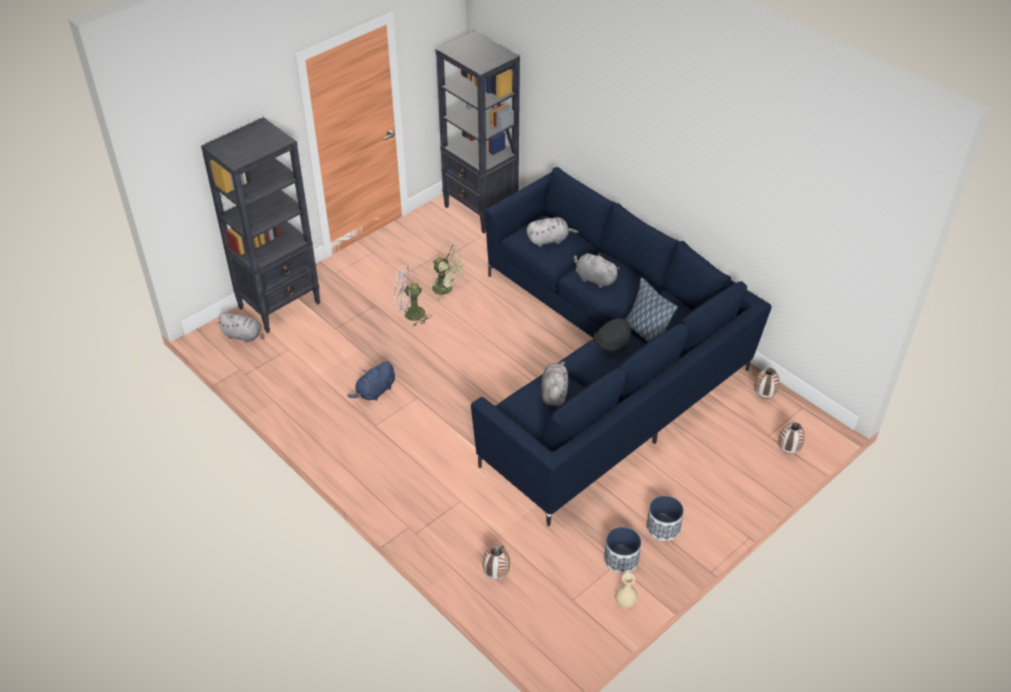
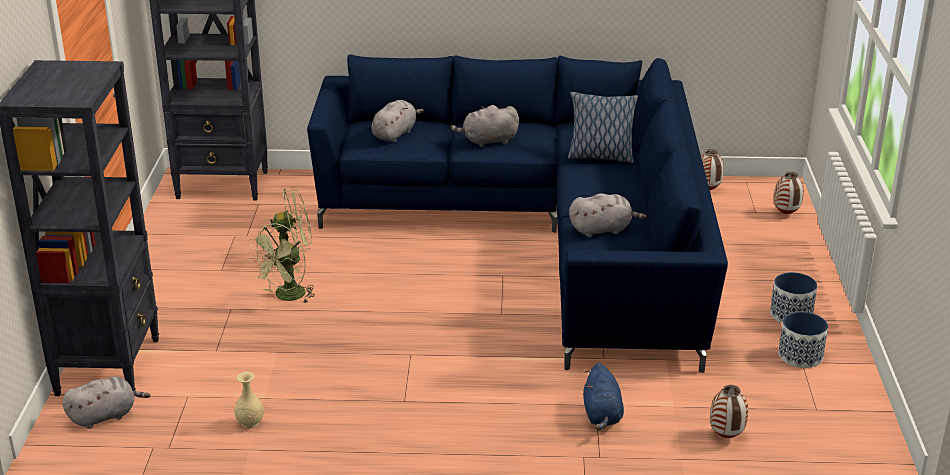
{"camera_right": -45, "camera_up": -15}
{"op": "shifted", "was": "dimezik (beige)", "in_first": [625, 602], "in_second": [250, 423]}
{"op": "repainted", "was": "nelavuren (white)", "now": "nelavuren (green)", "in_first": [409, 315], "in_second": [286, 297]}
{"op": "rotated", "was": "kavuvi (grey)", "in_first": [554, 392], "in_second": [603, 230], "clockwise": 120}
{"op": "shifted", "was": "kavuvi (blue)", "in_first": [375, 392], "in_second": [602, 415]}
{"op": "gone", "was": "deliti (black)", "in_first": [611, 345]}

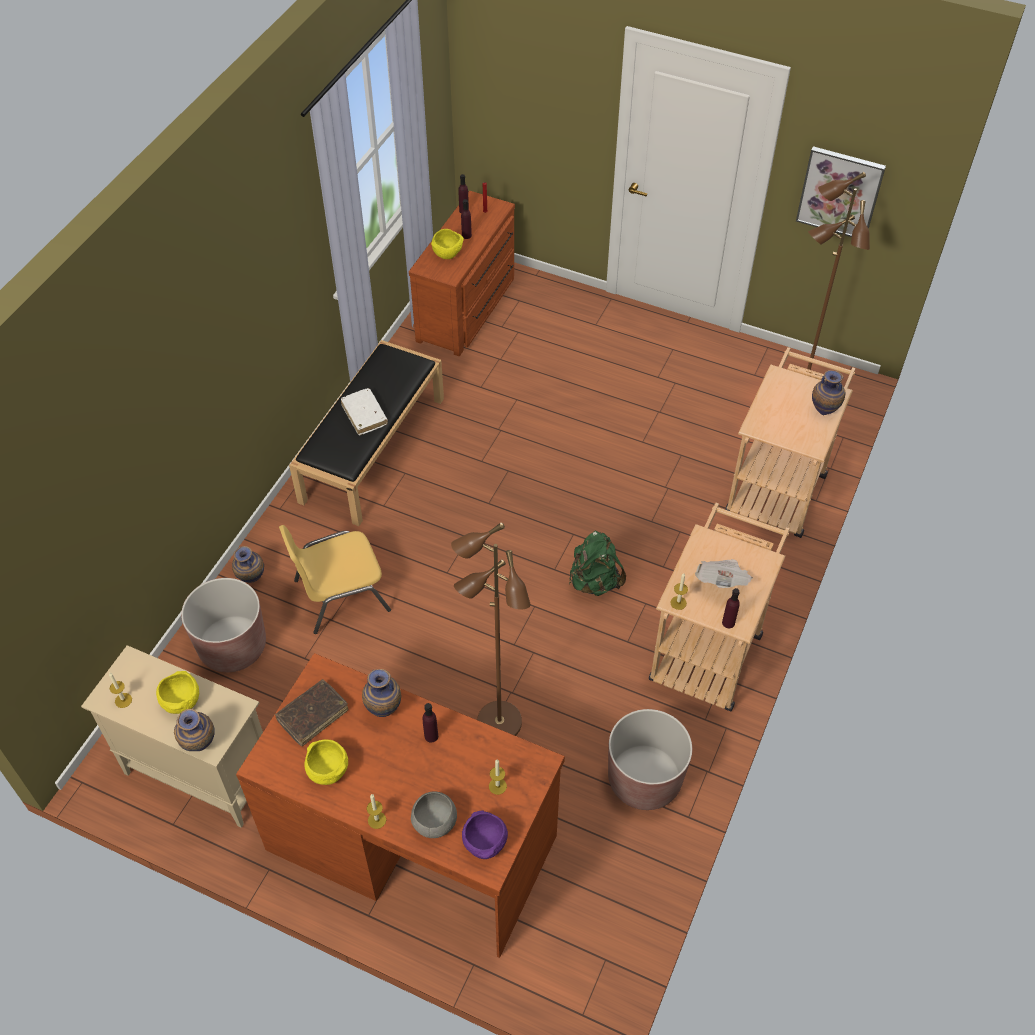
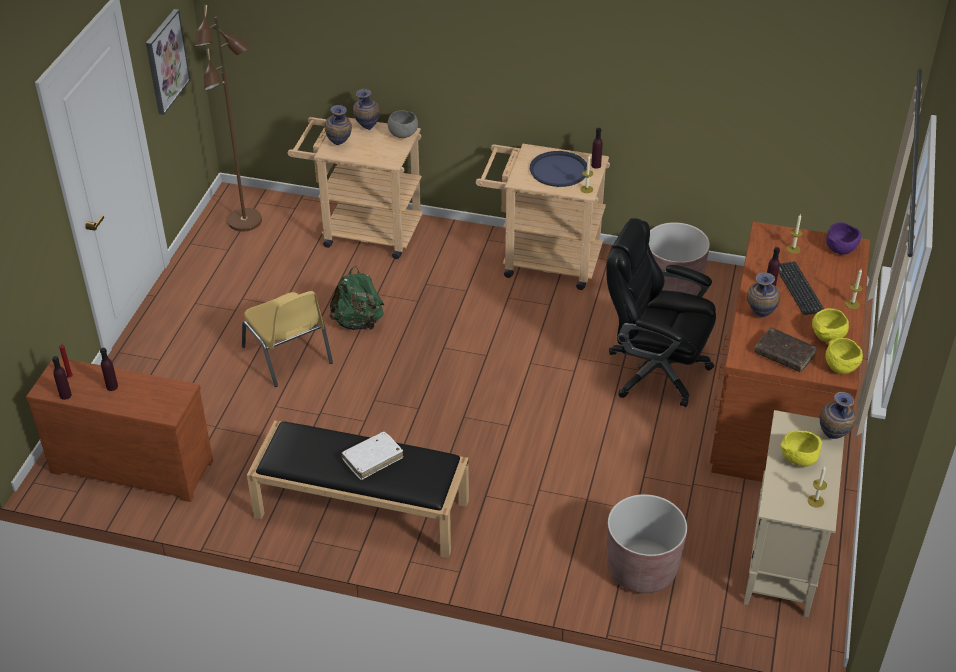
{"camera_right": -100, "camera_up": -10}
{"op": "shifted", "was": "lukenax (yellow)", "in_first": [340, 595], "in_second": [288, 355]}
{"op": "shifted", "was": "dimezik", "in_first": [251, 580], "in_second": [339, 145]}
{"op": "shifted", "was": "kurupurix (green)", "in_first": [595, 581], "in_second": [358, 322]}
{"op": "shifted", "was": "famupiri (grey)", "in_first": [435, 823], "in_second": [403, 134]}
{"op": "swapped", "was": "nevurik", "now": "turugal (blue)", "in_first": [722, 581], "in_second": [559, 170]}
{"op": "swapped", "was": "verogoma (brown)", "now": "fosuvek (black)", "in_first": [498, 723], "in_second": [654, 370]}
{"op": "new", "now": "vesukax", "in_second": [799, 288]}
{"op": "shifted", "was": "famupiri (yellow)", "in_first": [448, 254], "in_second": [839, 367]}

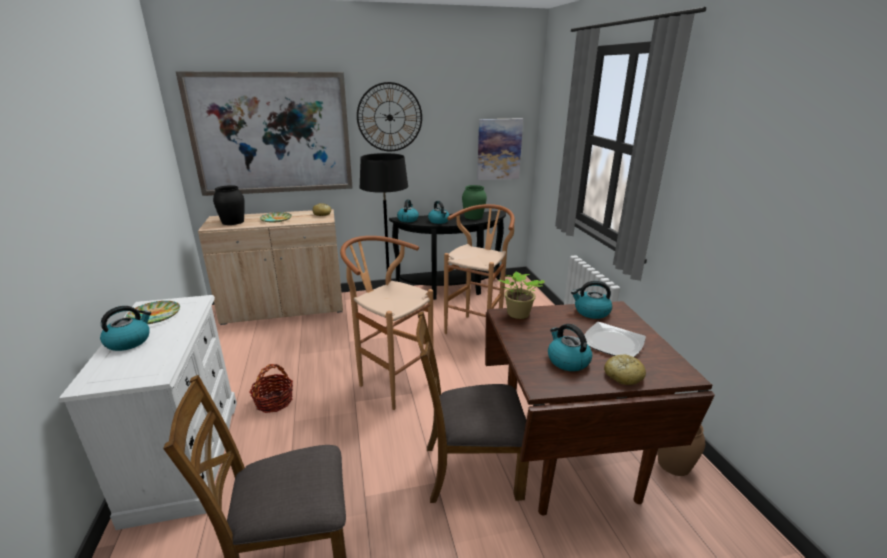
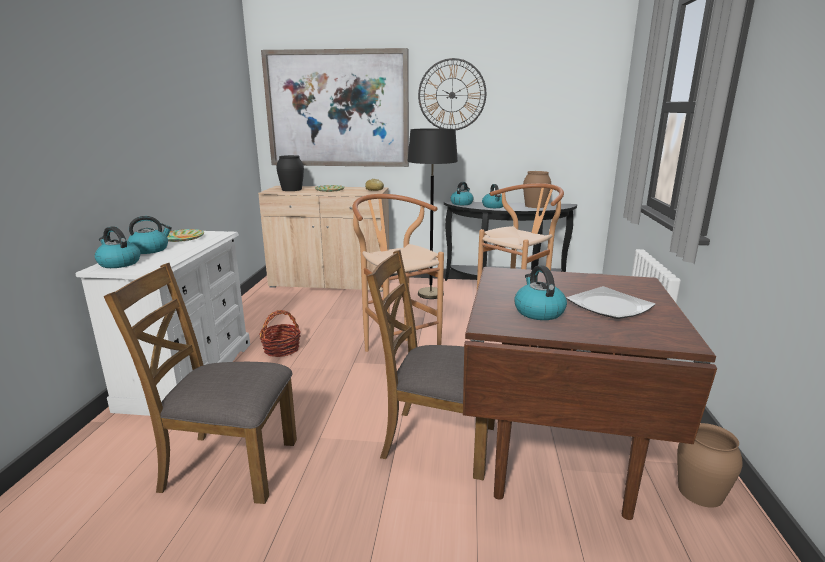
{"camera_right": 20, "camera_up": -5}
{"op": "shifted", "was": "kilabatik", "in_first": [591, 312], "in_second": [119, 263]}
{"op": "repainted", "was": "dimezik (green)", "now": "dimezik (brown)", "in_first": [473, 217], "in_second": [535, 206]}
{"op": "gone", "was": "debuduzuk", "in_first": [499, 149]}
{"op": "gone", "was": "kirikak", "in_first": [517, 314]}
{"op": "gone", "was": "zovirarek", "in_first": [623, 376]}

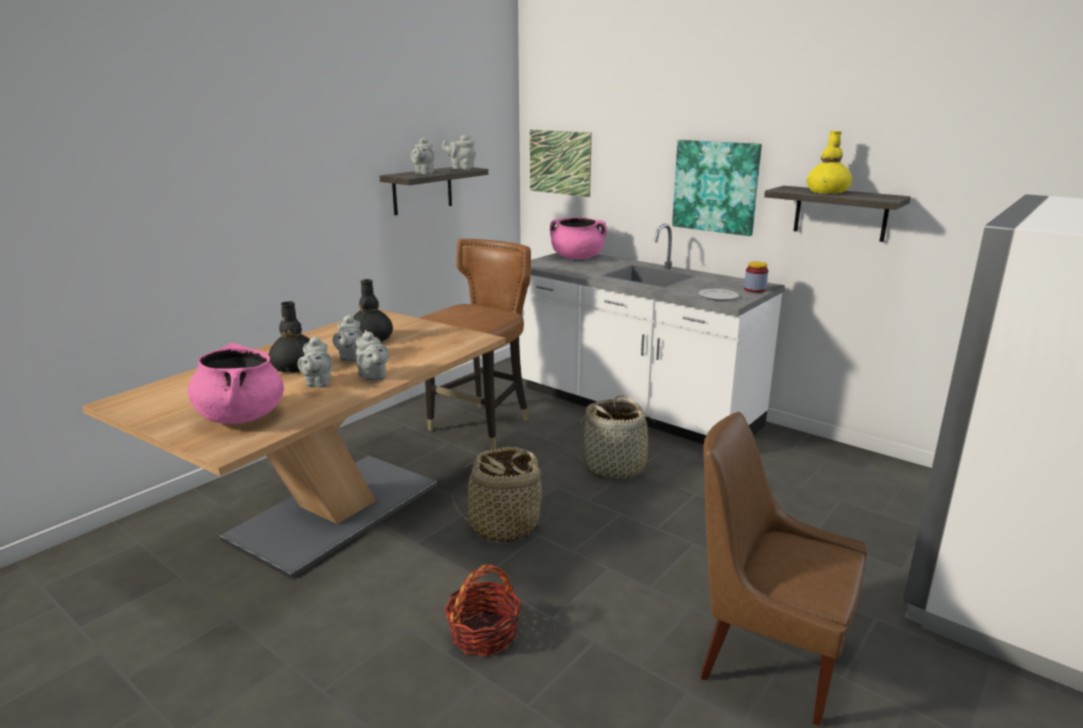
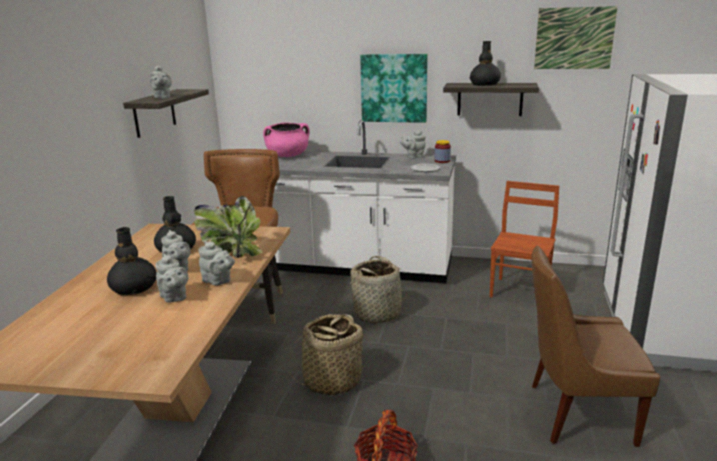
{"camera_right": -25, "camera_up": 0}
{"op": "new", "now": "kirikak", "in_second": [233, 253]}
{"op": "shifted", "was": "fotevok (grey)", "in_first": [461, 168], "in_second": [413, 157]}
{"op": "repainted", "was": "dimezik (yellow)", "now": "dimezik (black)", "in_first": [827, 192], "in_second": [484, 84]}
{"op": "new", "now": "lukenax (brown)", "in_second": [520, 291]}
{"op": "shifted", "was": "debuduzuk", "in_first": [560, 162], "in_second": [574, 38]}
{"op": "gone", "was": "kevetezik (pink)", "in_first": [241, 416]}

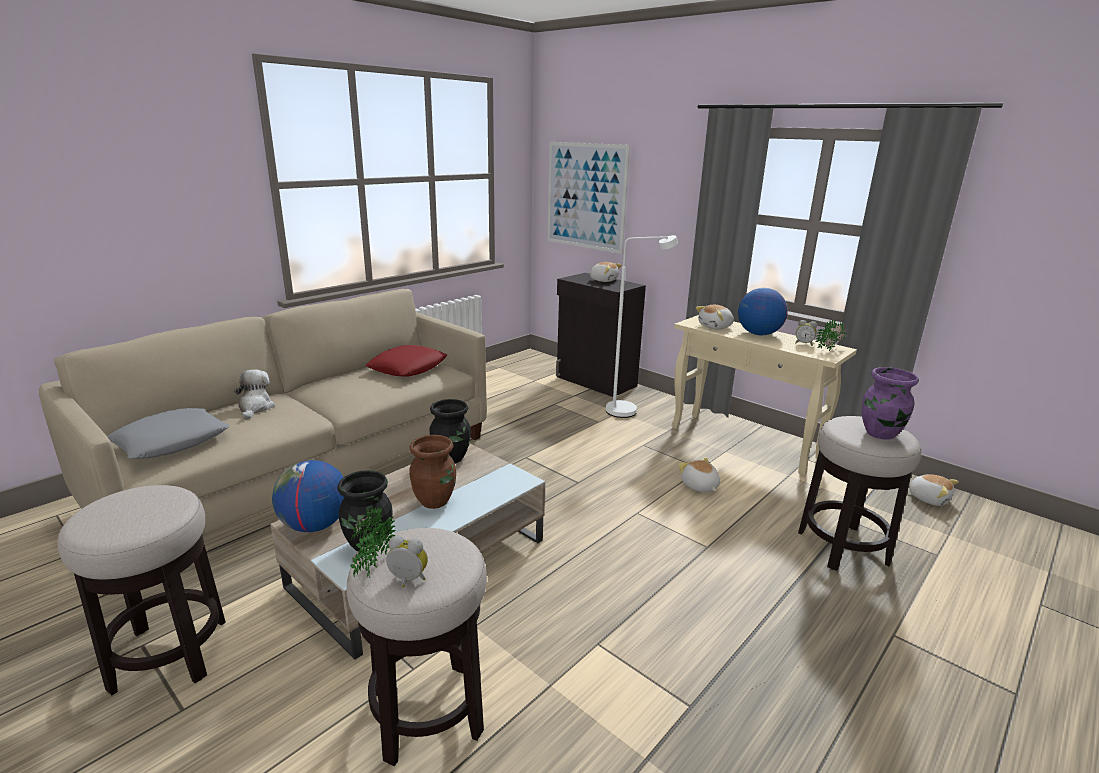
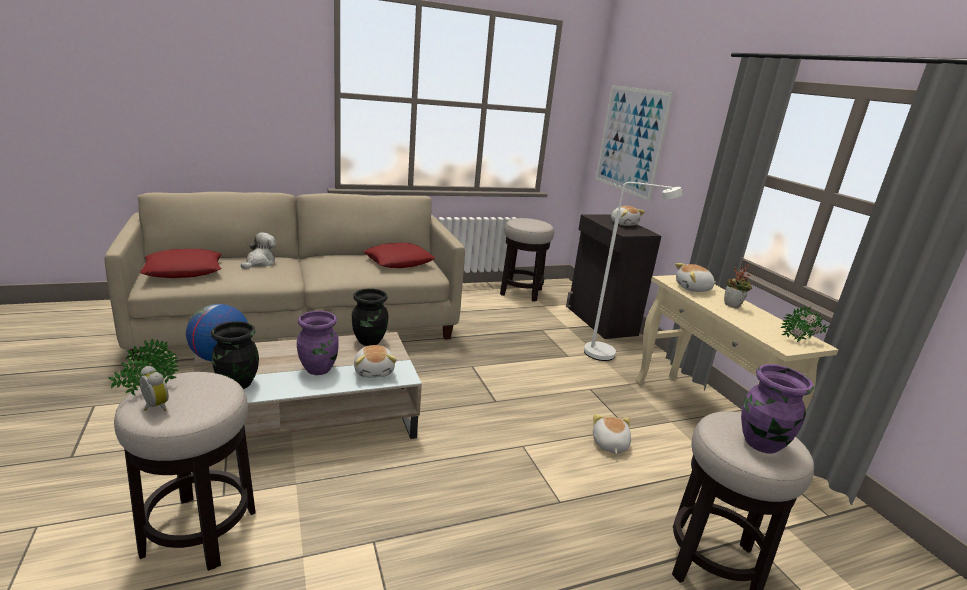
{"camera_right": 25, "camera_up": 0}
{"op": "repainted", "was": "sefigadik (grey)", "now": "sefigadik (red)", "in_first": [171, 441], "in_second": [184, 270]}
{"op": "repainted", "was": "dimezik (brown)", "now": "dimezik (purple)", "in_first": [435, 501], "in_second": [319, 369]}
{"op": "shifted", "was": "kavuvi", "in_first": [928, 498], "in_second": [374, 371]}
{"op": "shifted", "was": "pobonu", "in_first": [169, 654], "in_second": [521, 292]}
{"op": "swapped", "was": "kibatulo", "now": "kirikak", "in_first": [758, 334], "in_second": [733, 306]}
{"op": "gone", "was": "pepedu", "in_first": [804, 344]}

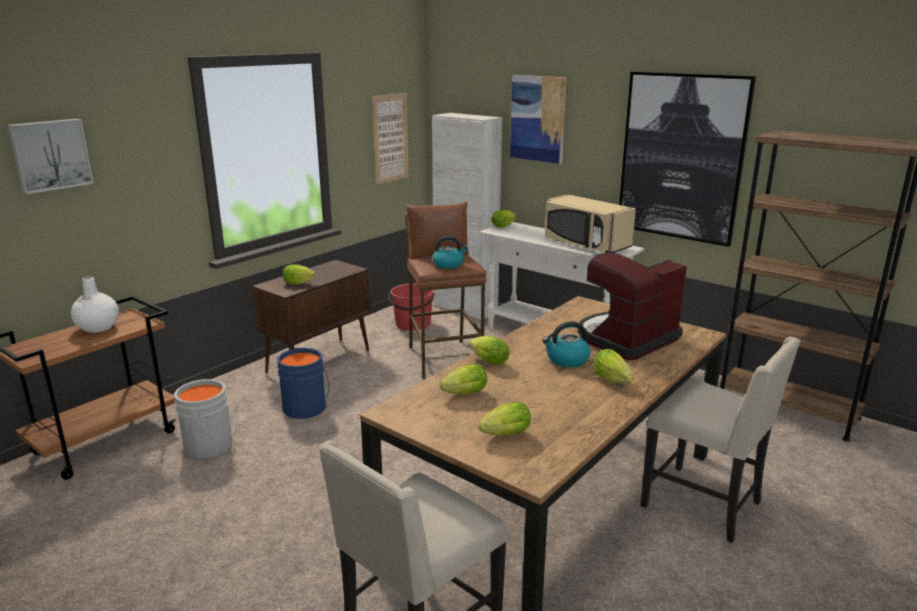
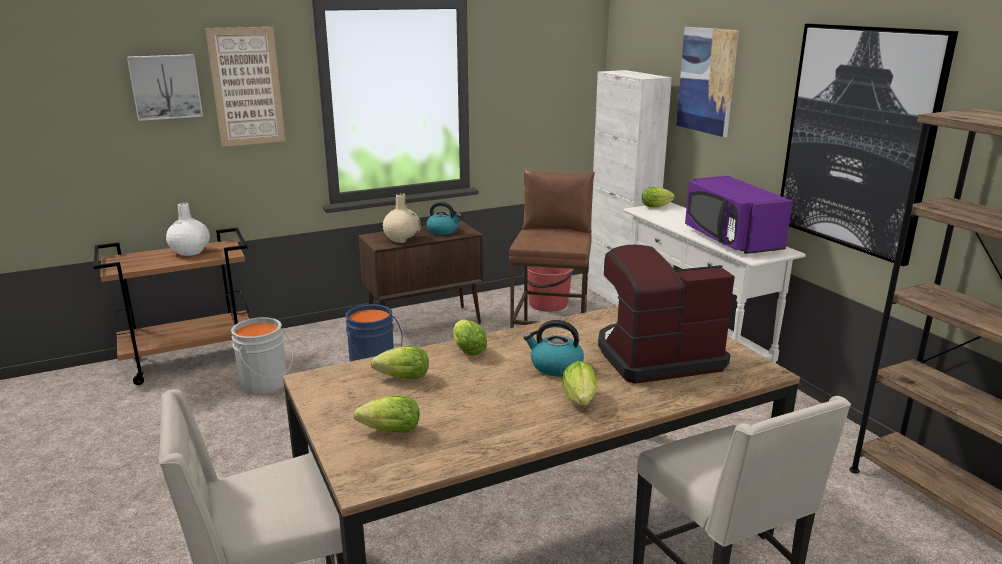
{"camera_right": 25, "camera_up": 0}
{"op": "shifted", "was": "debuduzuk", "in_first": [390, 138], "in_second": [247, 87]}
{"op": "swapped", "was": "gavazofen", "now": "dimezik (beige)", "in_first": [300, 283], "in_second": [402, 239]}
{"op": "shifted", "was": "kilabatik", "in_first": [448, 264], "in_second": [443, 231]}
{"op": "repainted", "was": "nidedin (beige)", "now": "nidedin (purple)", "in_first": [585, 245], "in_second": [730, 239]}

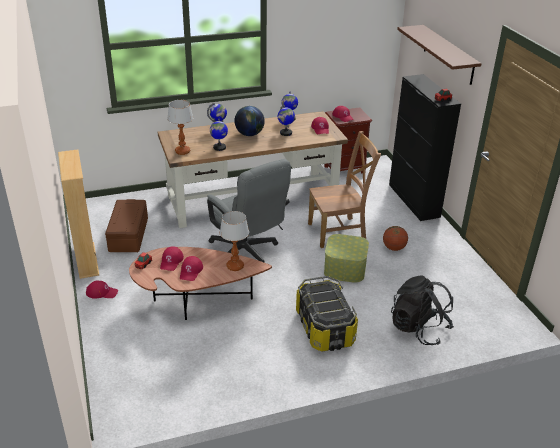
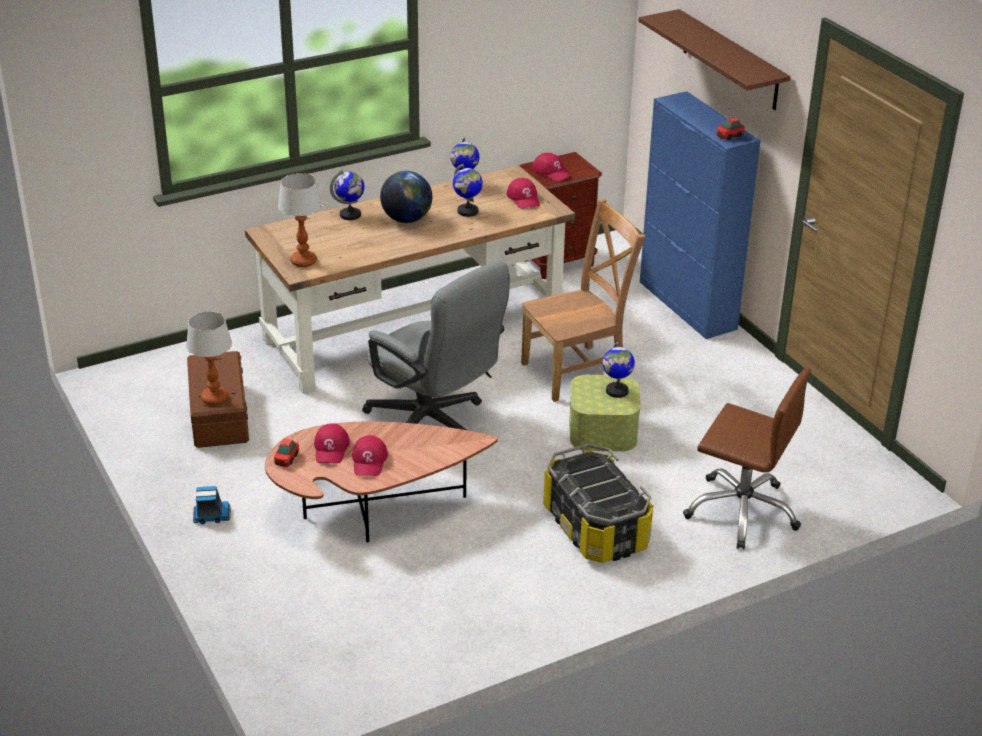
{"camera_right": -10, "camera_up": 0}
{"op": "shifted", "was": "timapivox", "in_first": [235, 266], "in_second": [215, 398]}
{"op": "swapped", "was": "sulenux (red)", "now": "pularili", "in_first": [102, 292], "in_second": [211, 515]}
{"op": "shifted", "was": "kibatulo", "in_first": [219, 147], "in_second": [616, 391]}
{"op": "repainted", "was": "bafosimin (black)", "now": "bafosimin (blue)", "in_first": [414, 201], "in_second": [687, 305]}
{"op": "swapped", "was": "kurupurix (black)", "now": "fosuvek (brown)", "in_first": [419, 328], "in_second": [742, 511]}
{"op": "gone", "was": "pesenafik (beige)", "in_first": [86, 260]}
{"op": "gone", "was": "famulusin", "in_first": [394, 248]}

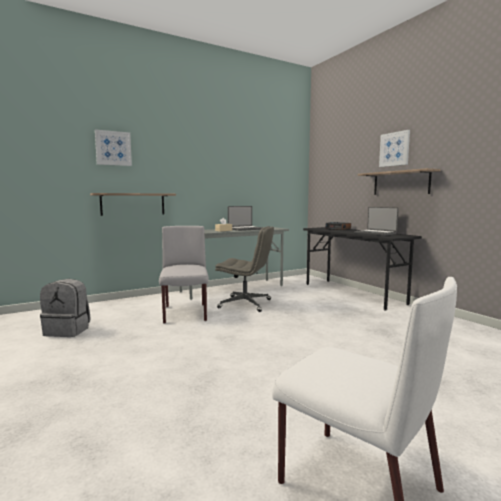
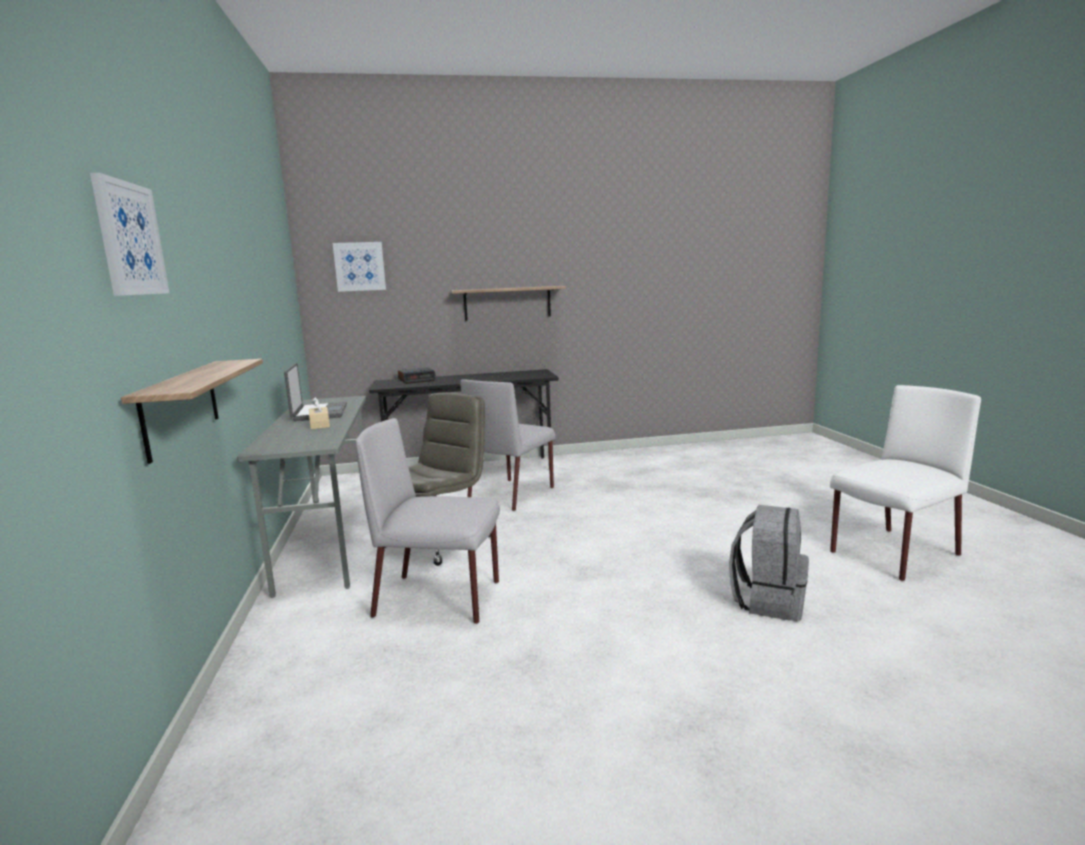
{"camera_right": -70, "camera_up": 5}
{"op": "shifted", "was": "debuduzuk", "in_first": [394, 149], "in_second": [360, 266]}
{"op": "new", "now": "lukenax (grey)", "in_second": [512, 494]}
{"op": "shifted", "was": "kurupurix (grey)", "in_first": [68, 331], "in_second": [768, 601]}
{"op": "gone", "was": "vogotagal", "in_first": [375, 233]}

